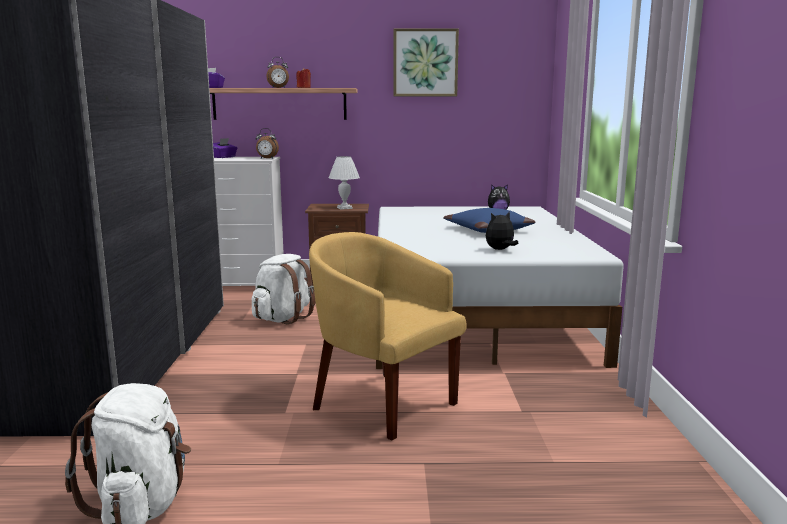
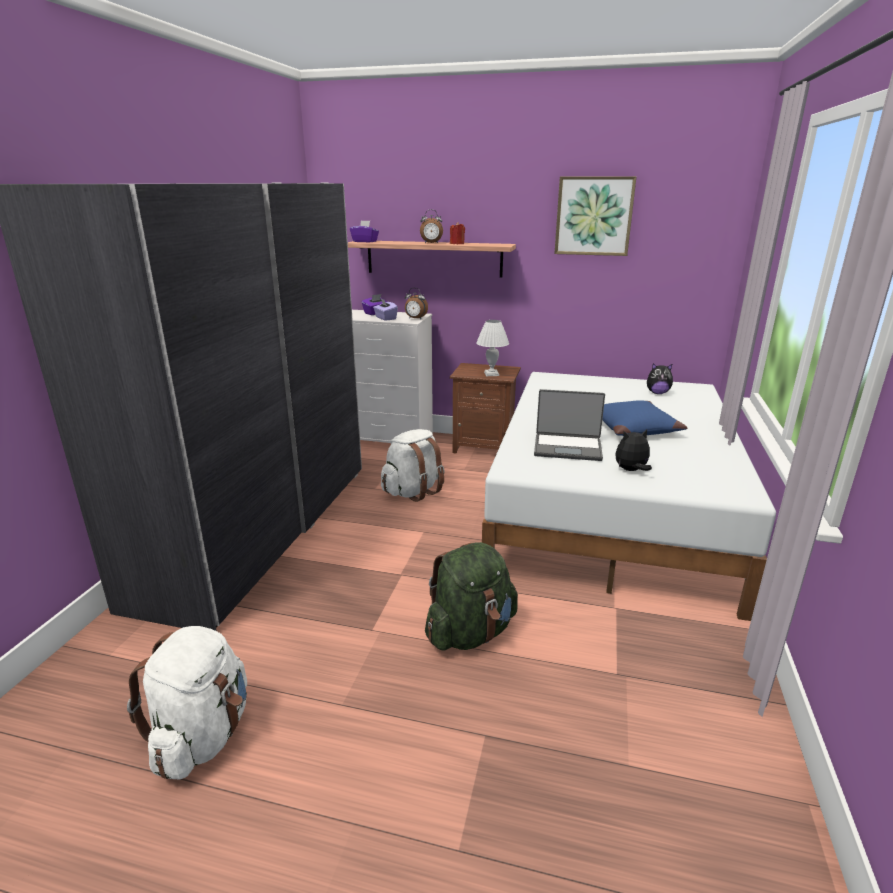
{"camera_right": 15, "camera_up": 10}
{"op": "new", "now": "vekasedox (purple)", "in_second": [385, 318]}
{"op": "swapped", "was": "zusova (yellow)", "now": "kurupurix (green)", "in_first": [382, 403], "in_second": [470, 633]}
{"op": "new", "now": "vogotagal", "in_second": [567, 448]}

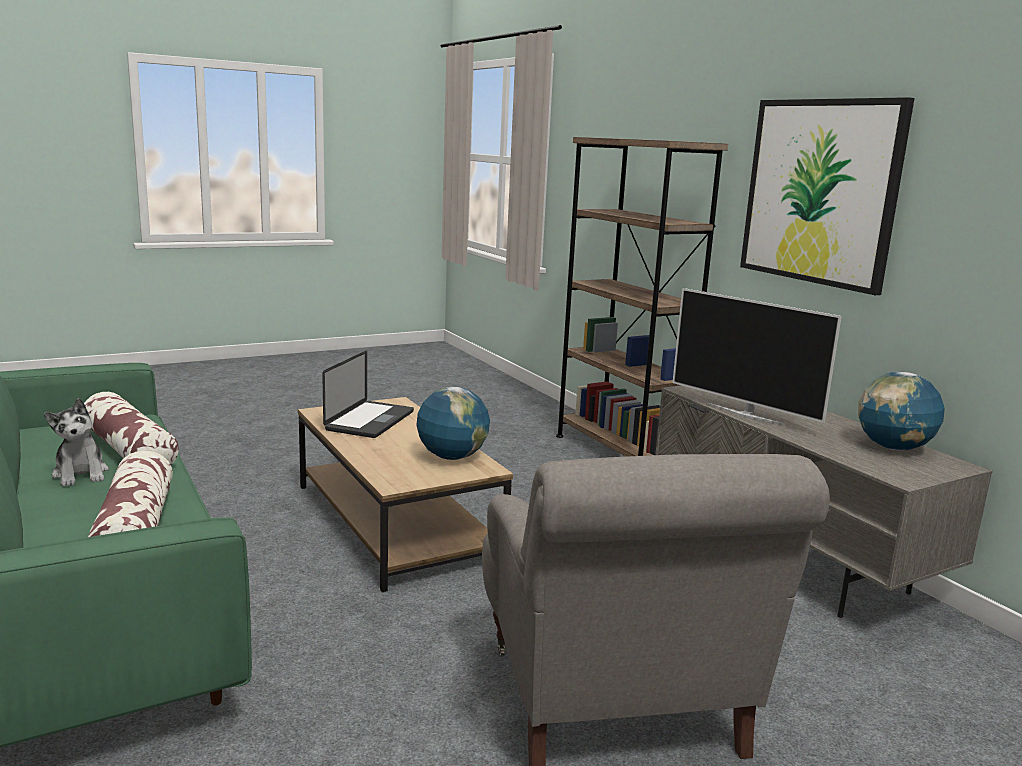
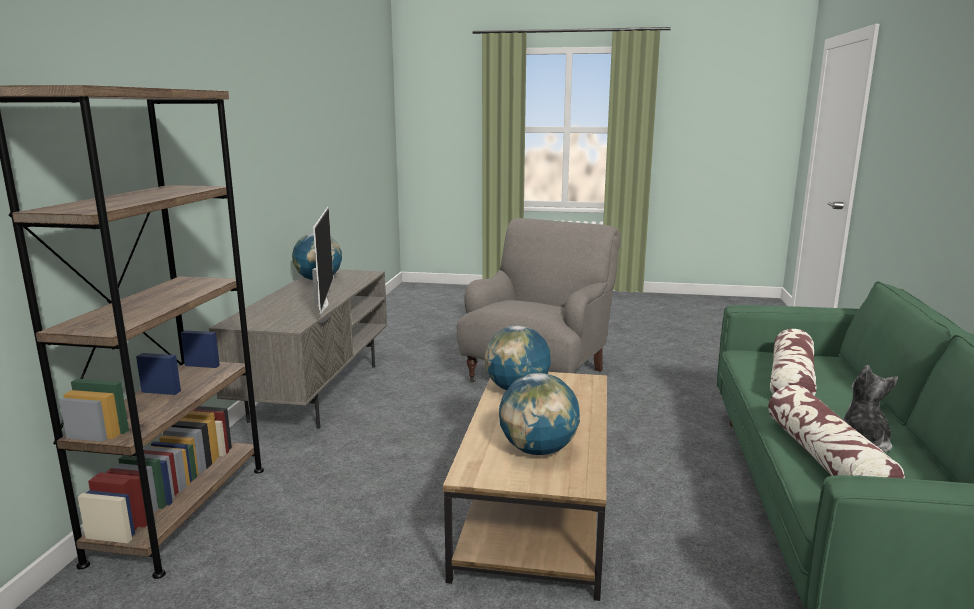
{"camera_right": -140, "camera_up": 0}
{"op": "swapped", "was": "vogotagal", "now": "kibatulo", "in_first": [370, 421], "in_second": [538, 450]}
{"op": "gone", "was": "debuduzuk", "in_first": [820, 192]}

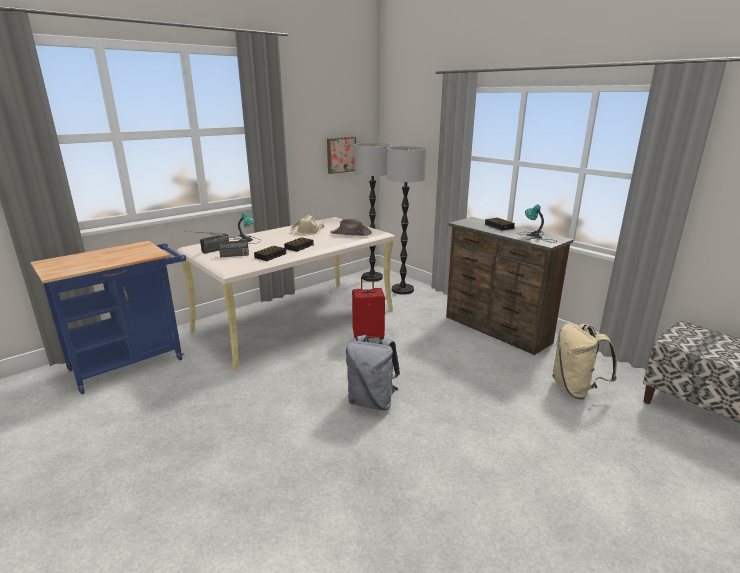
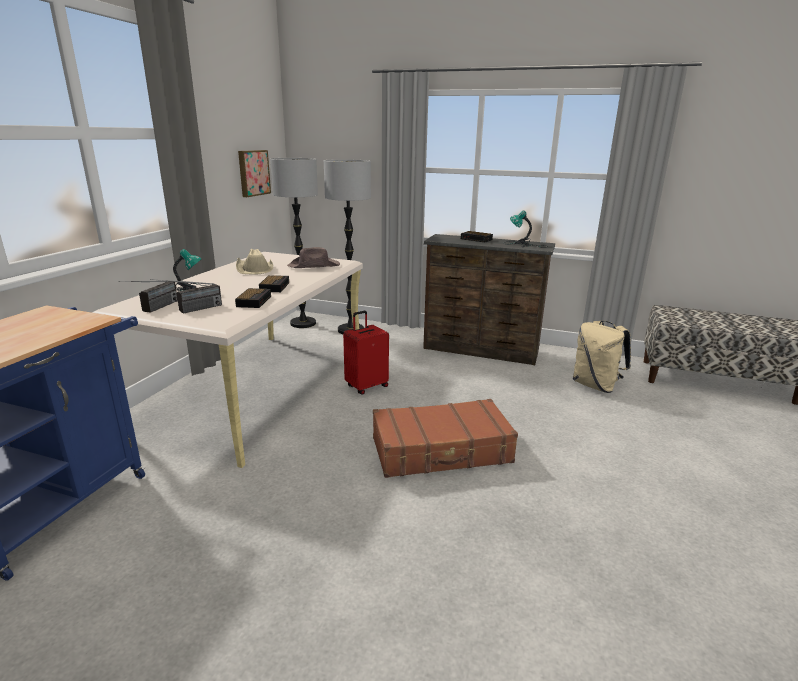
{"camera_right": -30, "camera_up": 0}
{"op": "swapped", "was": "kurupurix (grey)", "now": "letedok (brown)", "in_first": [372, 401], "in_second": [441, 451]}

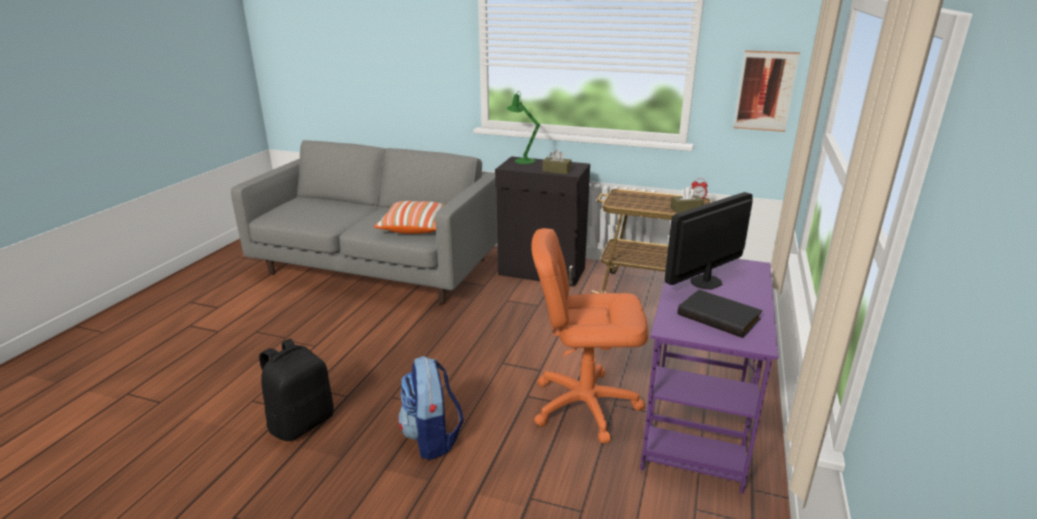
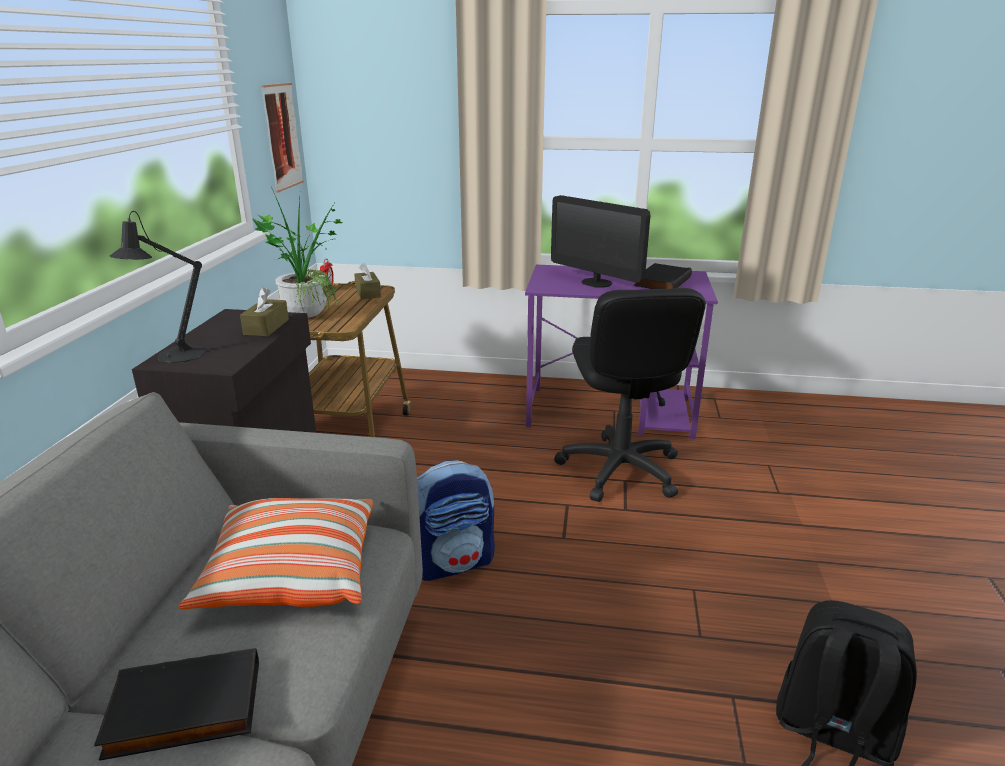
{"camera_right": -100, "camera_up": 0}
{"op": "new", "now": "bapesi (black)", "in_second": [183, 711]}
{"op": "repainted", "was": "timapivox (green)", "now": "timapivox (black)", "in_first": [522, 160], "in_second": [175, 356]}
{"op": "new", "now": "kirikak", "in_second": [308, 312]}
{"op": "shifted", "was": "kurupurix", "in_first": [432, 438], "in_second": [453, 562]}
{"op": "repainted", "was": "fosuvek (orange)", "now": "fosuvek (black)", "in_first": [584, 405], "in_second": [619, 470]}

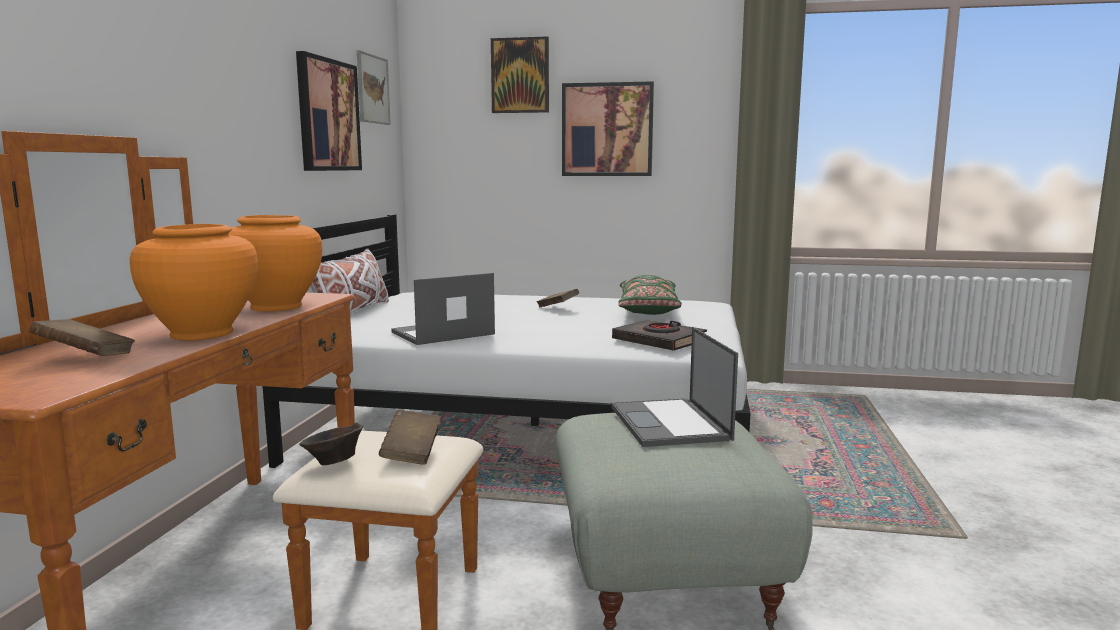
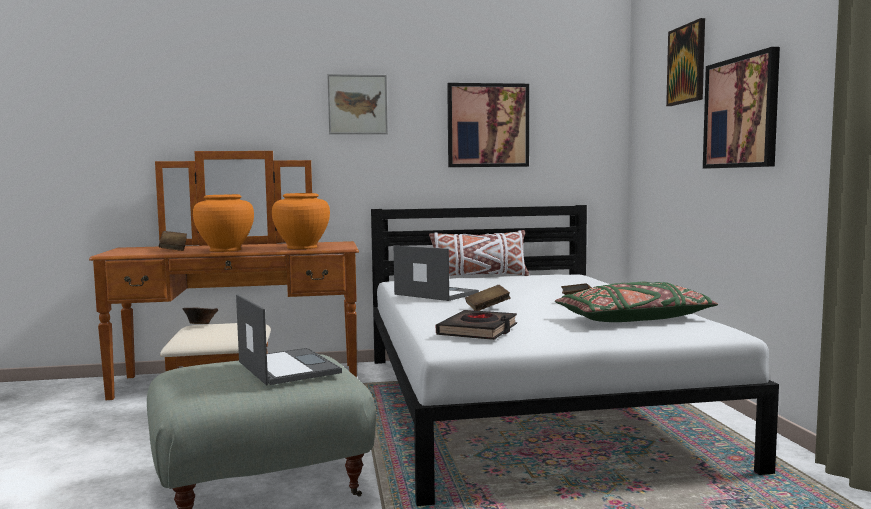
{"camera_right": 70, "camera_up": -5}
{"op": "rotated", "was": "vogotagal", "in_first": [670, 424], "in_second": [287, 367], "clockwise": 90}
{"op": "shifted", "was": "debuduzuk", "in_first": [372, 89], "in_second": [357, 104]}
{"op": "shifted", "was": "bapesi (brown)", "in_first": [412, 453], "in_second": [487, 308]}

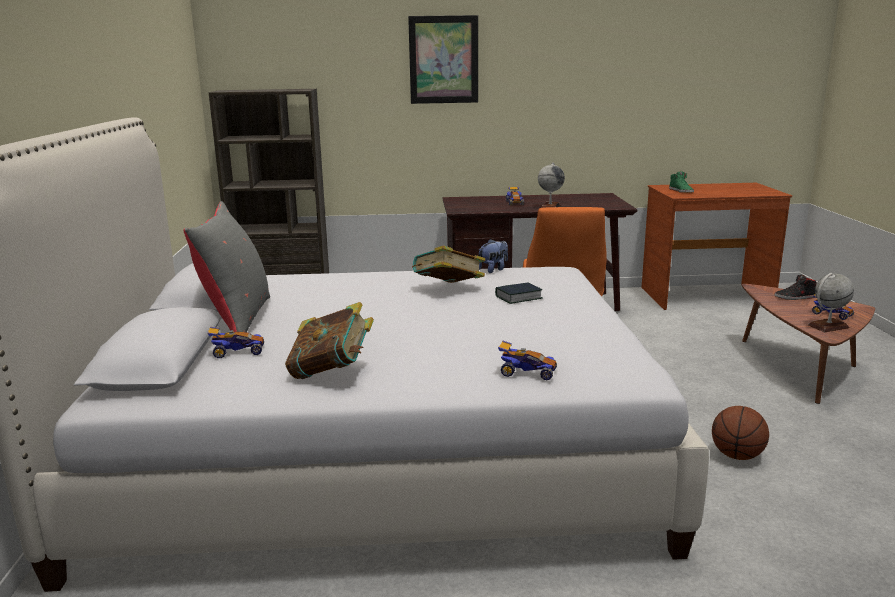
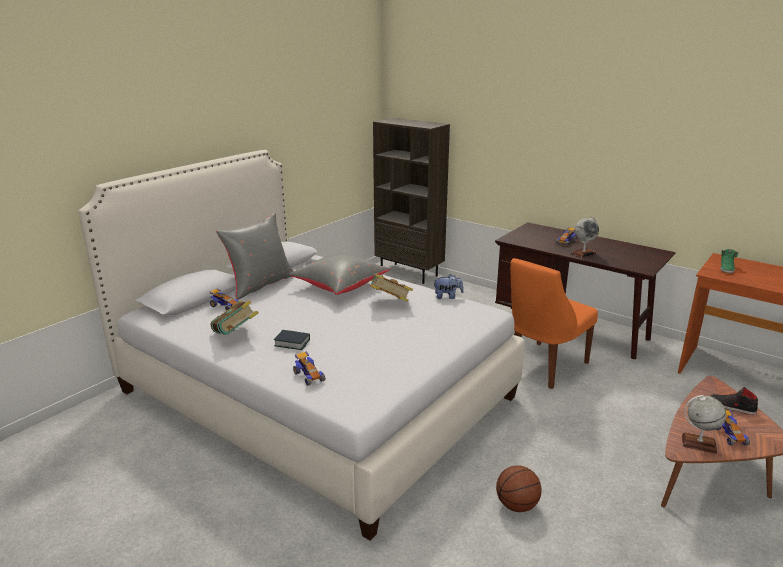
{"camera_right": 40, "camera_up": 5}
{"op": "shifted", "was": "bapesi", "in_first": [518, 297], "in_second": [292, 343]}
{"op": "new", "now": "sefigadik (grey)", "in_second": [339, 286]}
{"op": "gone", "was": "debuduzuk", "in_first": [443, 60]}

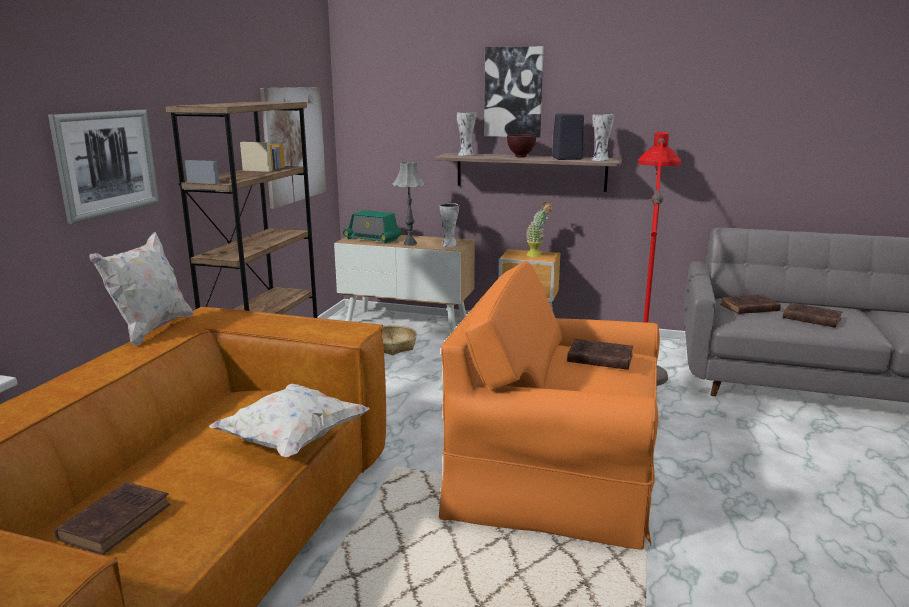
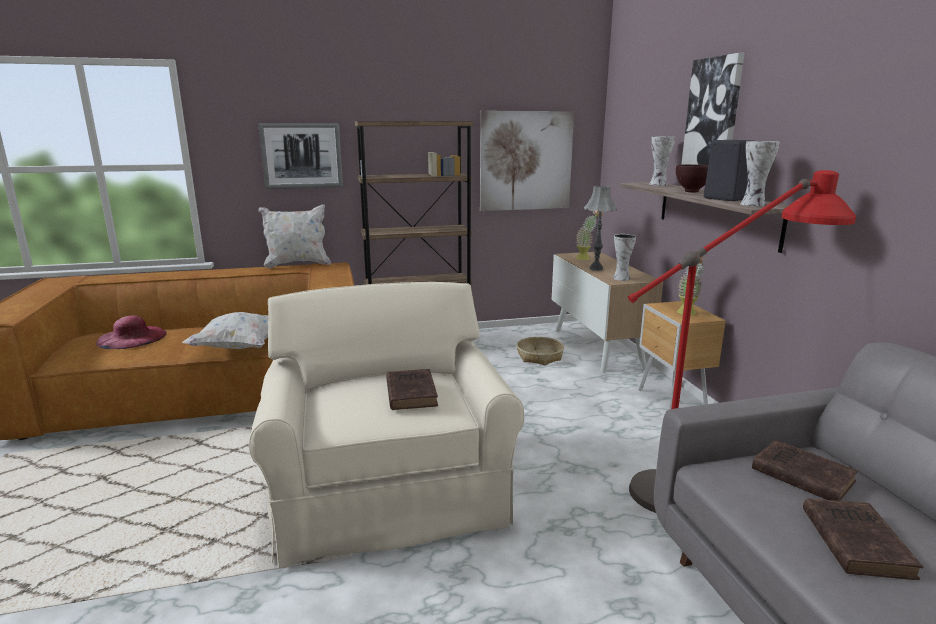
{"camera_right": 60, "camera_up": 0}
{"op": "swapped", "was": "bapesi (brown)", "now": "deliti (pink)", "in_first": [117, 520], "in_second": [132, 337]}
{"op": "repainted", "was": "zusova (orange)", "now": "zusova (beige)", "in_first": [556, 470], "in_second": [388, 487]}
{"op": "swapped", "was": "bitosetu", "now": "kirikak", "in_first": [372, 239], "in_second": [586, 258]}

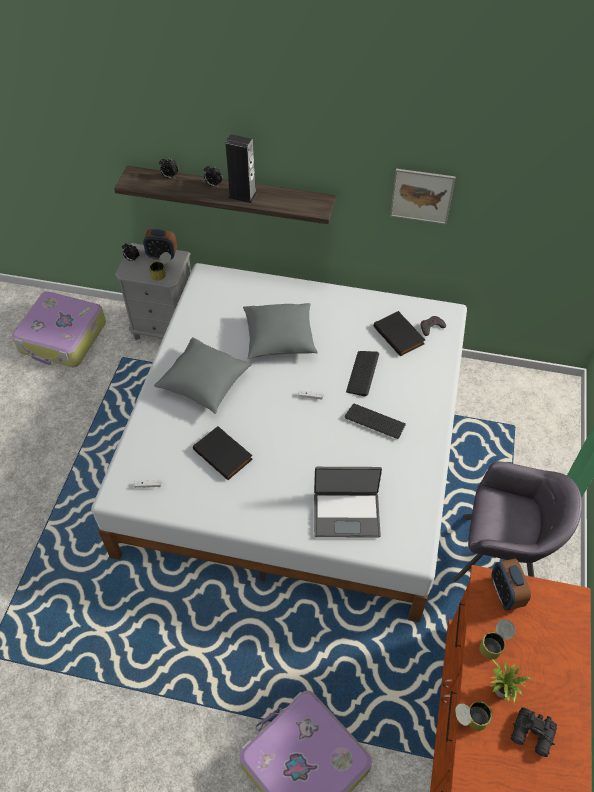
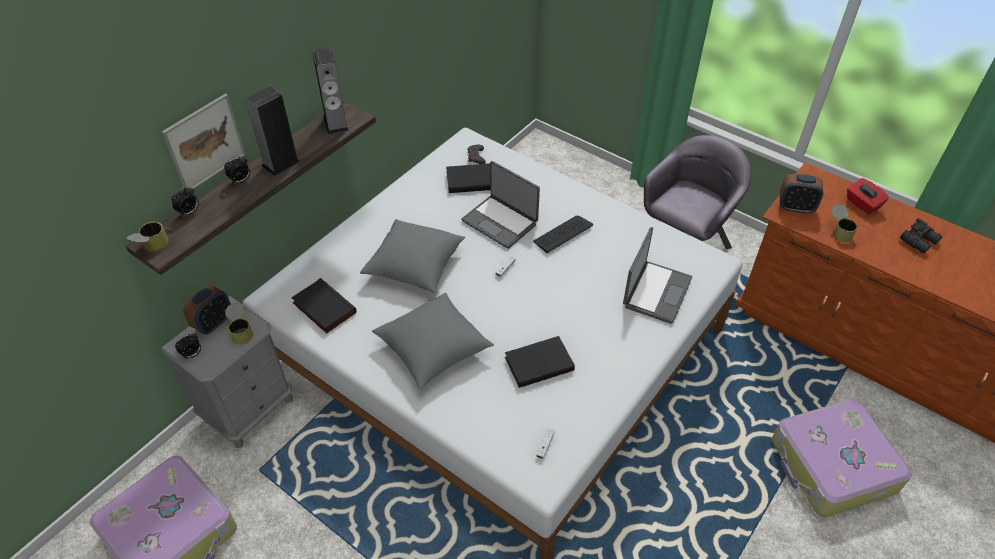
{"camera_right": -65, "camera_up": -5}
{"op": "shifted", "was": "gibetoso", "in_first": [469, 719], "in_second": [152, 247]}
{"op": "shifted", "was": "debuduzuk", "in_first": [421, 196], "in_second": [205, 143]}
{"op": "new", "now": "bapesi (black)", "in_second": [323, 308]}
{"op": "new", "now": "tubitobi", "in_second": [336, 123]}
{"op": "swapped", "was": "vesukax", "now": "vogotagal", "in_first": [362, 373], "in_second": [500, 222]}
{"op": "new", "now": "vekasedox (red)", "in_second": [862, 204]}
{"op": "gone", "was": "kirikak", "in_first": [501, 692]}

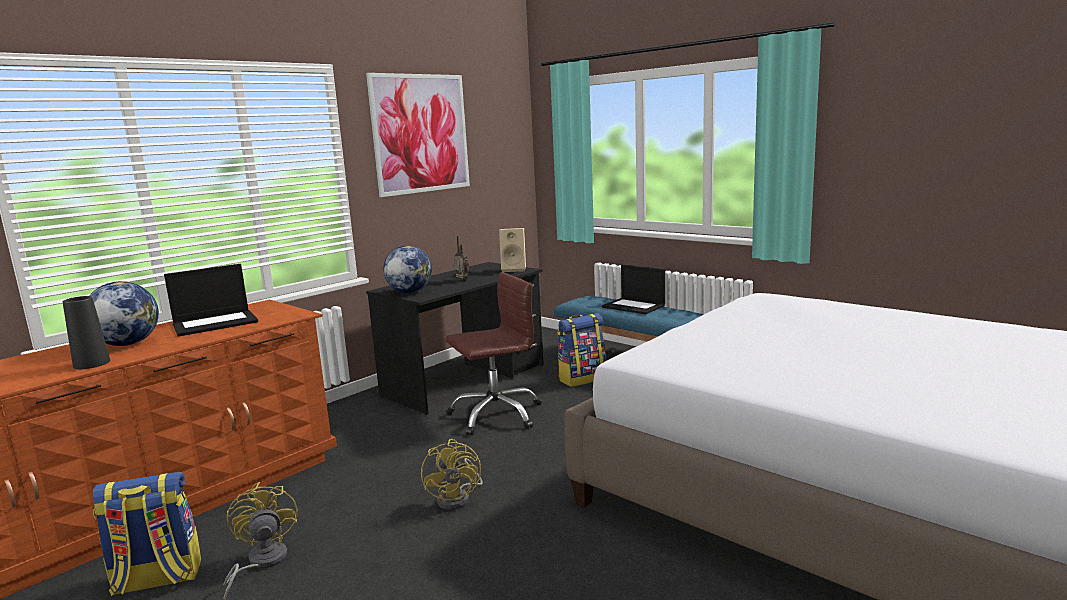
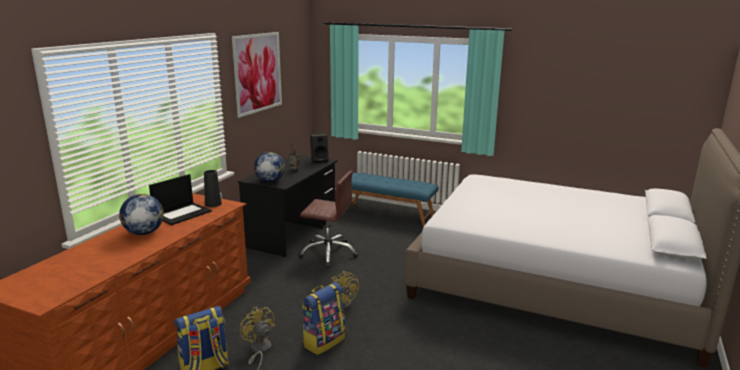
{"camera_right": -20, "camera_up": 5}
{"op": "shifted", "was": "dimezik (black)", "in_first": [92, 364], "in_second": [213, 204]}
{"op": "rotated", "was": "fosuvek (brown)", "in_first": [495, 414], "in_second": [328, 253], "clockwise": 60}
{"op": "shifted", "was": "kurupurix", "in_first": [582, 378], "in_second": [323, 341]}
{"op": "repainted", "was": "tubitobi (beige)", "now": "tubitobi (black)", "in_first": [514, 269], "in_second": [319, 160]}
{"op": "gone", "was": "vogotagal", "in_first": [634, 306]}

